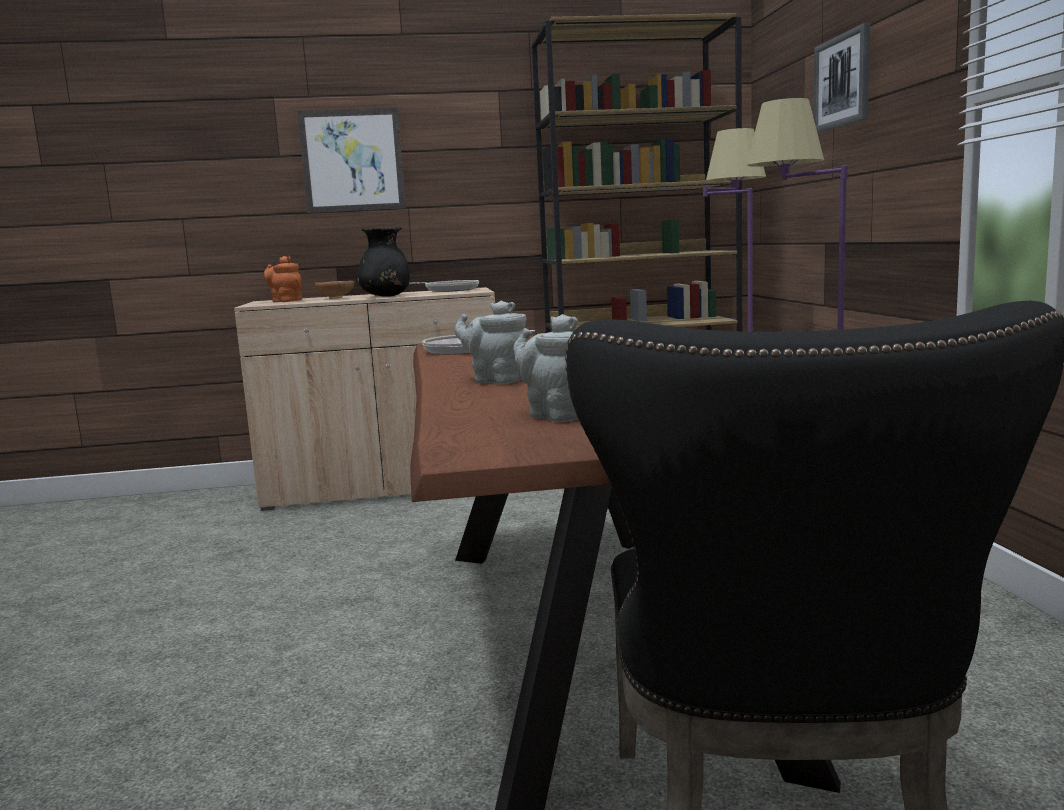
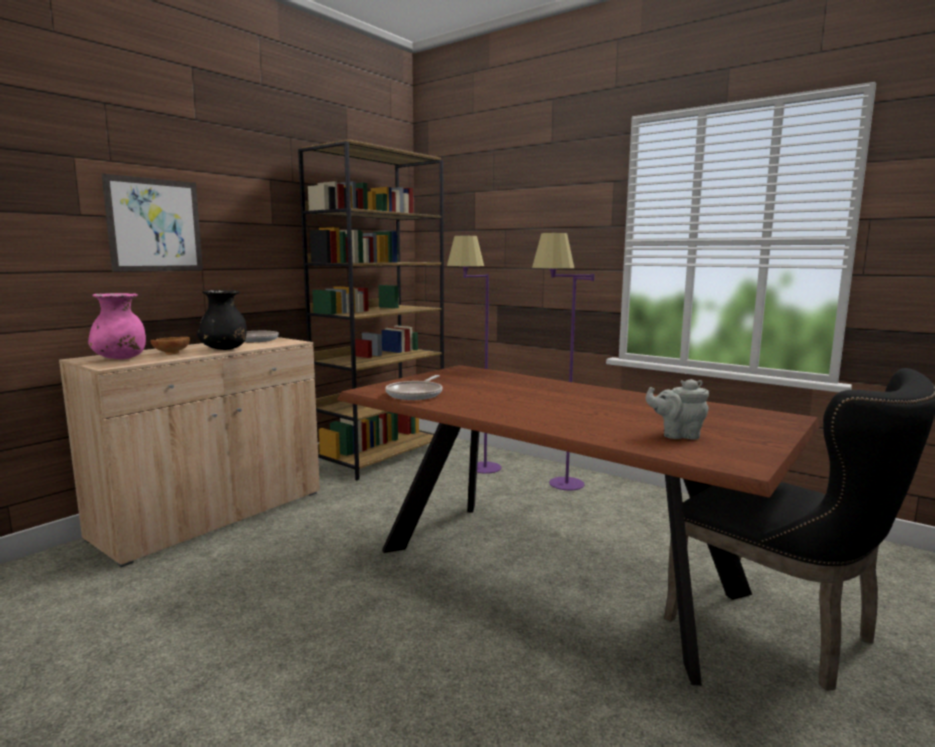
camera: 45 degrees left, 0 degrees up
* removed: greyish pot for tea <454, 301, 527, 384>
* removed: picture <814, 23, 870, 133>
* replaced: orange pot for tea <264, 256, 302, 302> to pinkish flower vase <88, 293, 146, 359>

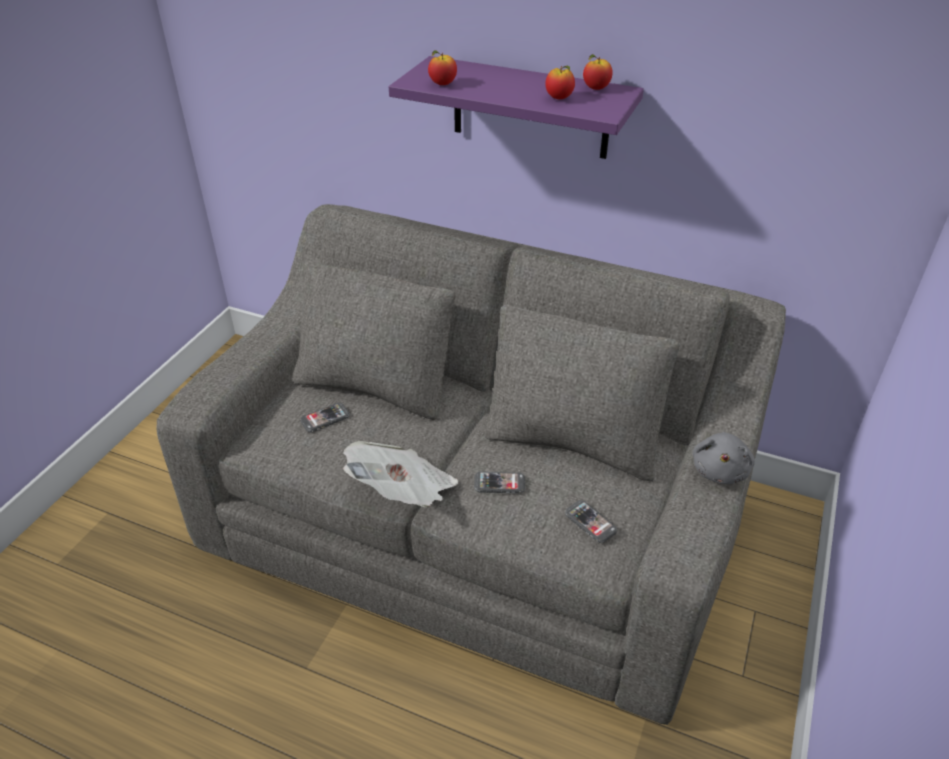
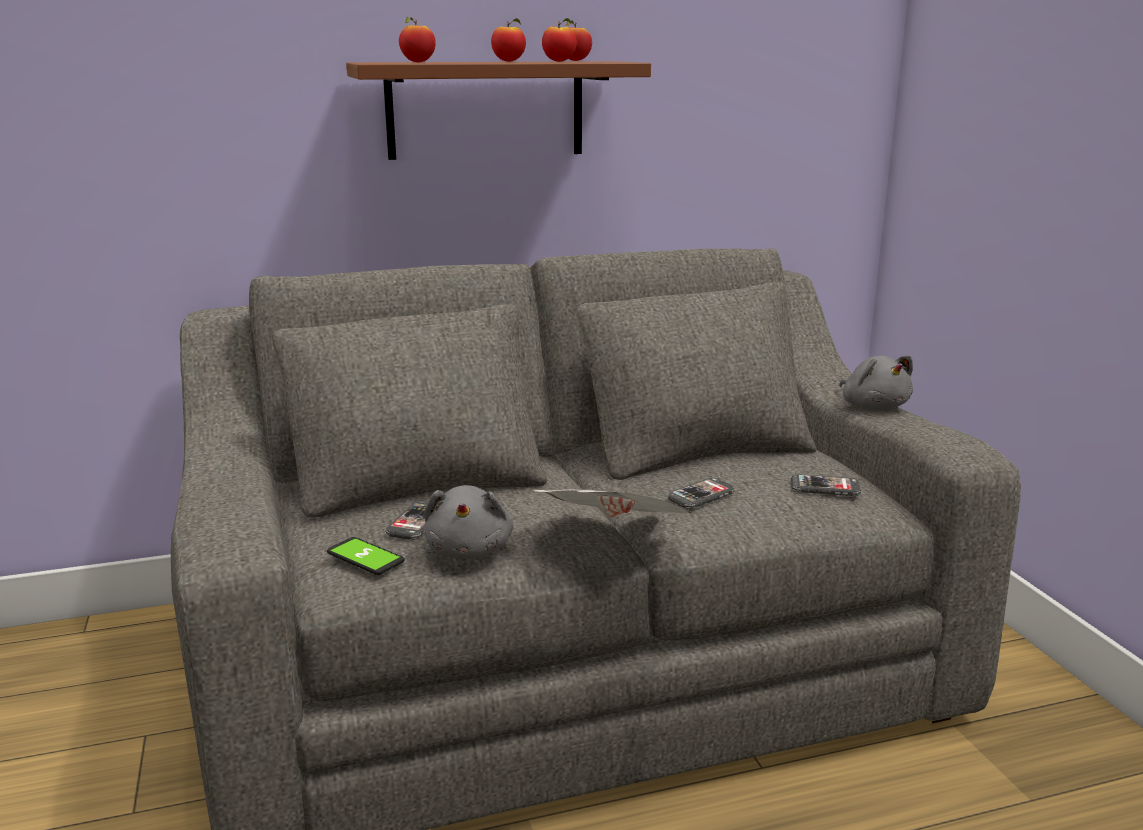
camera: 40 degrees left, 20 degrees down
* added: telephone <327, 537, 405, 575>
* added: greyish soft toy <424, 485, 514, 559>
* added: apple <491, 18, 526, 62>
* recoloured: purple-coloured shelf <389, 56, 644, 159> to brown shelf <346, 61, 651, 160>

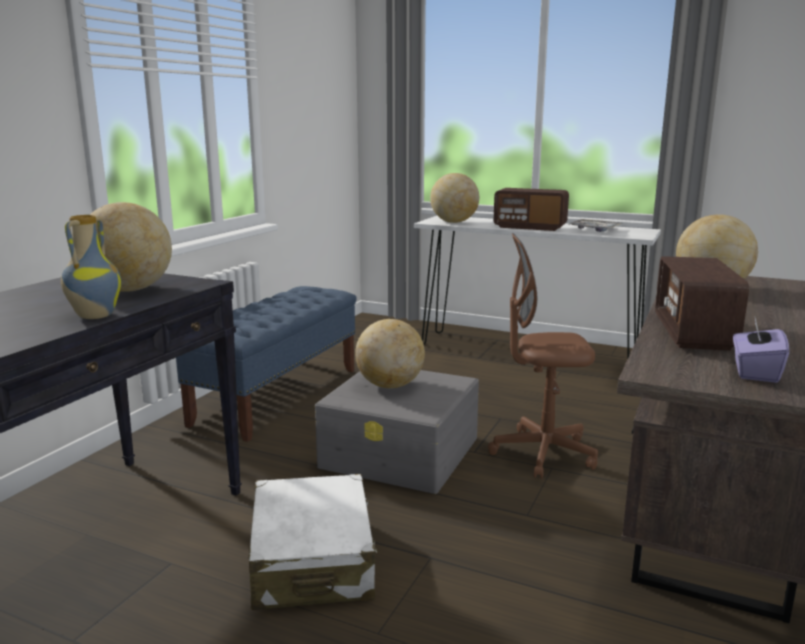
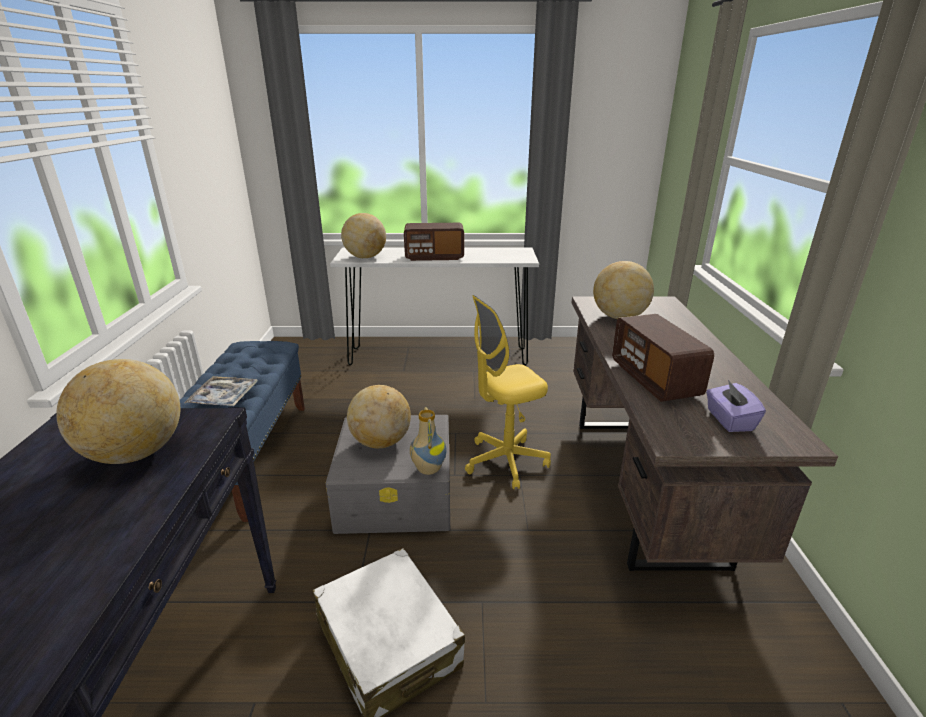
camera: 25 degrees left, 10 degrees up
* moved: flower vase <61, 215, 121, 319> to <410, 407, 447, 475>
* moved: carrying tray <569, 219, 622, 232> to <184, 376, 258, 406>
* recoloured: brown computer chair <488, 233, 598, 479> to yellowish computer chair <465, 295, 551, 489>

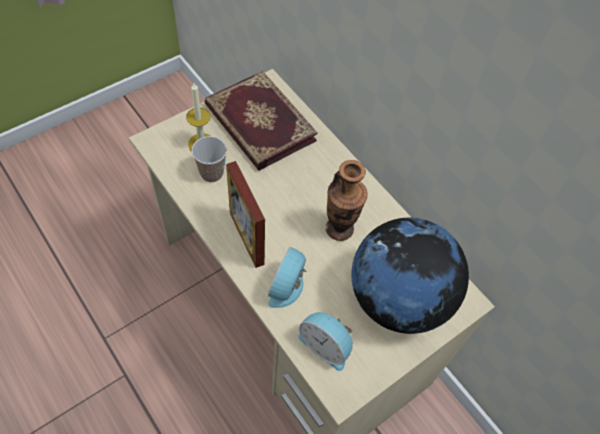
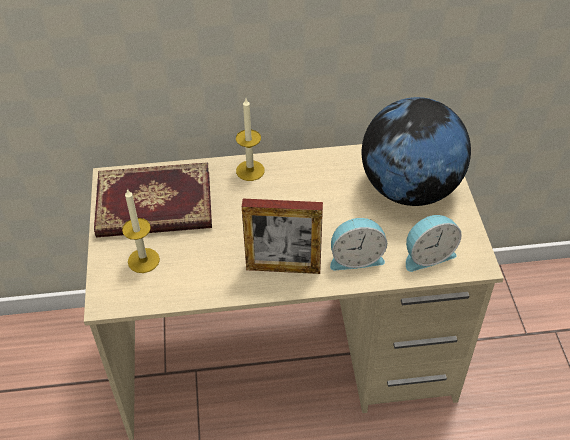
camera: 55 degrees left, 10 degrees down
* removed: small cup <192, 136, 227, 182>
* removed: flower vase <326, 160, 367, 241>
* added: candle <236, 99, 265, 181>
* turned: table clock <268, 247, 307, 308> = <330, 218, 387, 271> 60 degrees counterclockwise

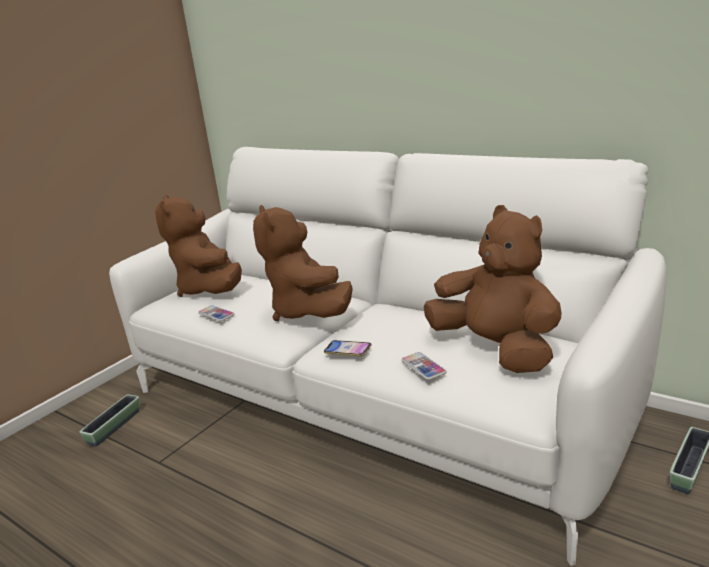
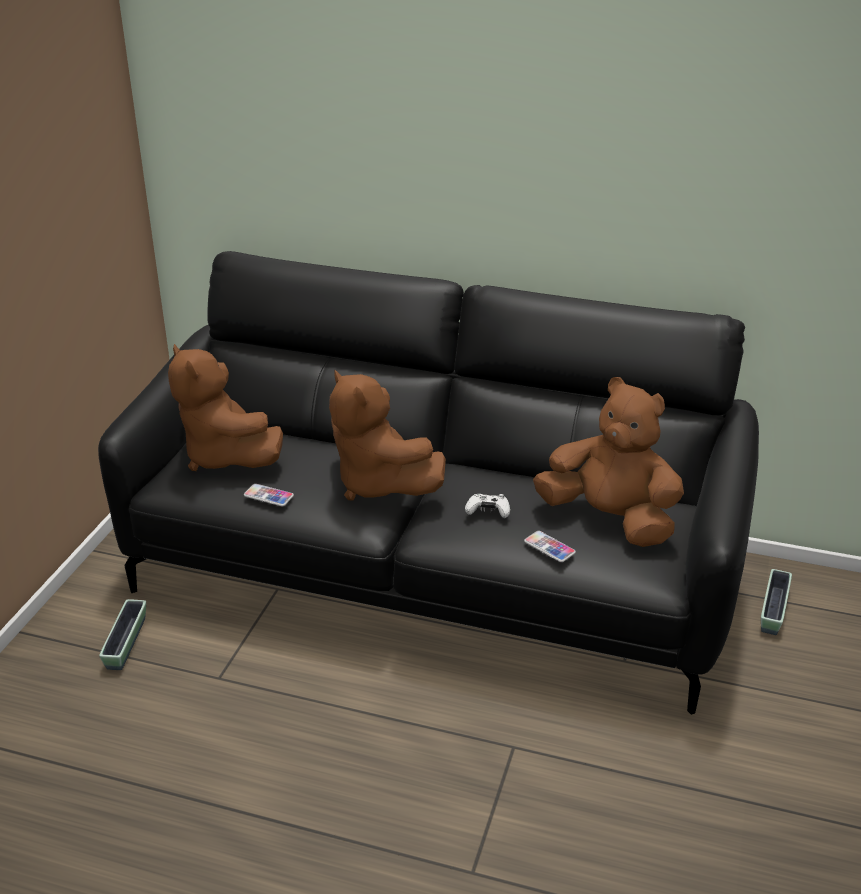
camera: 20 degrees left, 10 degrees up
* removed: telephone <324, 340, 371, 356>
* added: whitish game controller <465, 494, 510, 518>
* recoloured: whitish sofa <109, 147, 667, 566> to black sofa <98, 251, 759, 715>

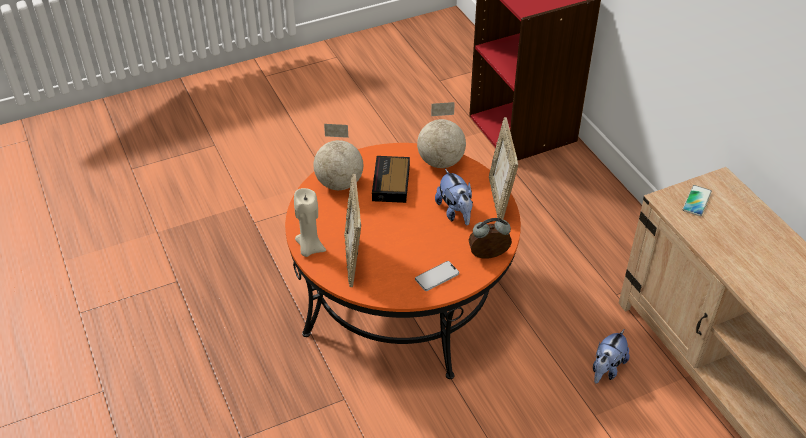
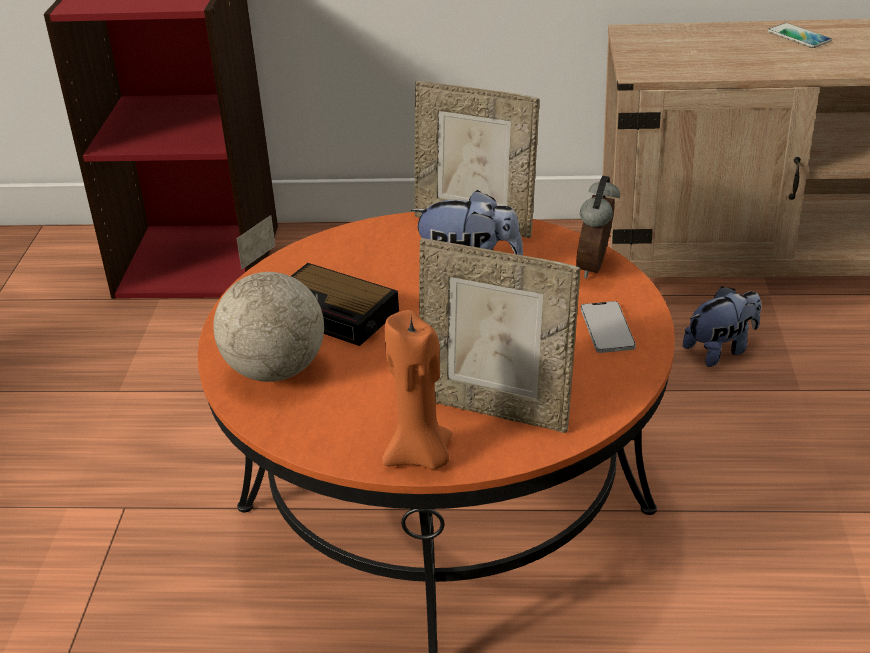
camera: 60 degrees left, 10 degrees down
* removed: world globe <417, 102, 466, 168>
* moved: telephone <683, 185, 712, 216> to <768, 23, 832, 48>
* recoloured: beige-coloured candle <294, 188, 326, 257> to orange candle <382, 310, 452, 470>
* turned: soft toy <593, 329, 630, 384> = <683, 286, 761, 367> 90 degrees counterclockwise

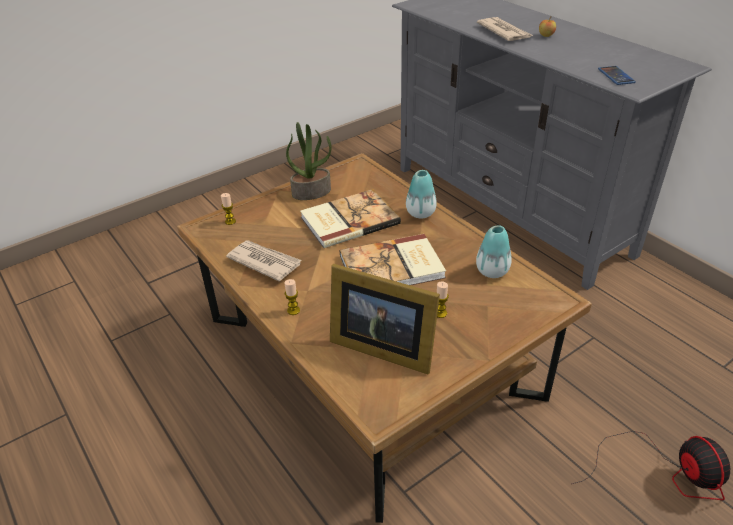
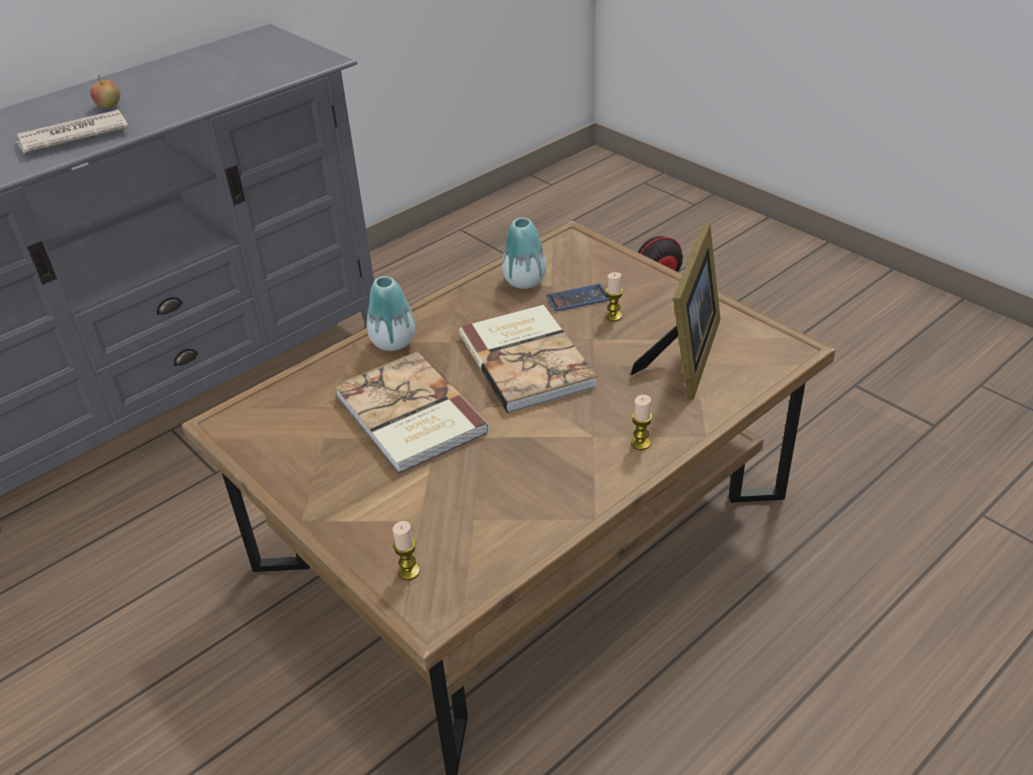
camera: 95 degrees left, 0 degrees up
* removed: printed paper <226, 240, 301, 281>
* removed: houseplant <286, 122, 331, 200>
* moved: telephone <598, 66, 636, 85> to <546, 284, 609, 311>

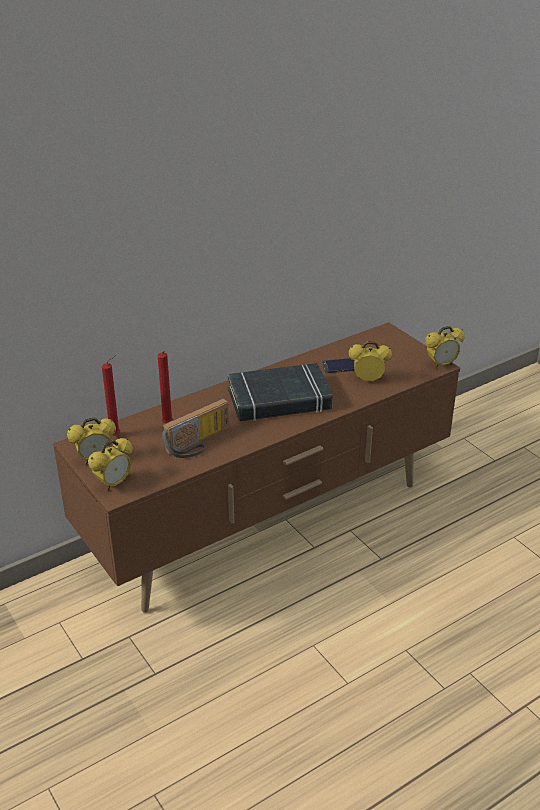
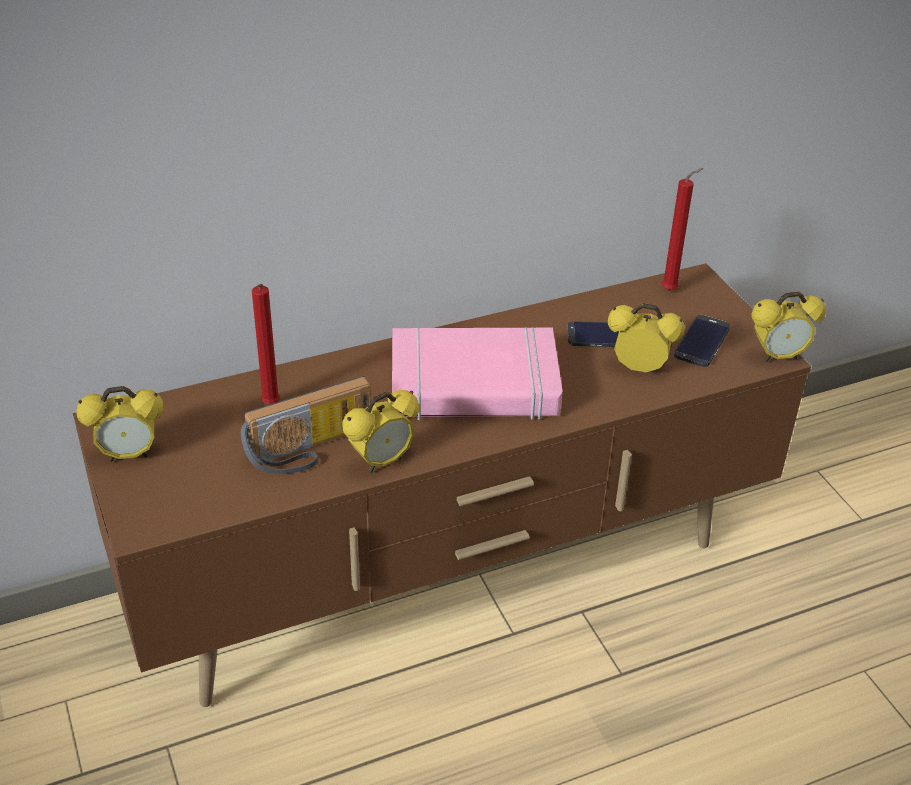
camera: 10 degrees right, 5 degrees up
* added: telephone <674, 315, 730, 367>
* moved: table clock <88, 438, 133, 491> to <342, 390, 419, 473>
* moved: red candle <102, 355, 120, 436> to <662, 168, 703, 291>
* recoloured: black volume <227, 363, 333, 421> to pinkish volume <392, 327, 562, 420>

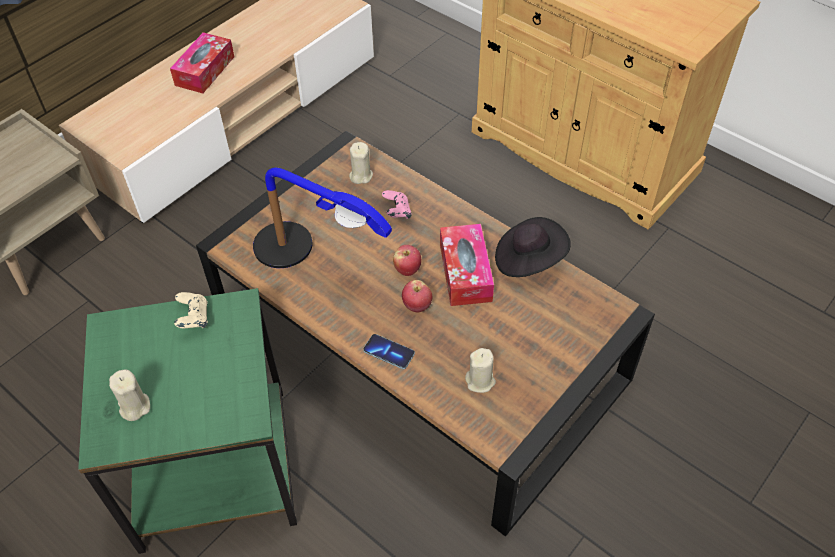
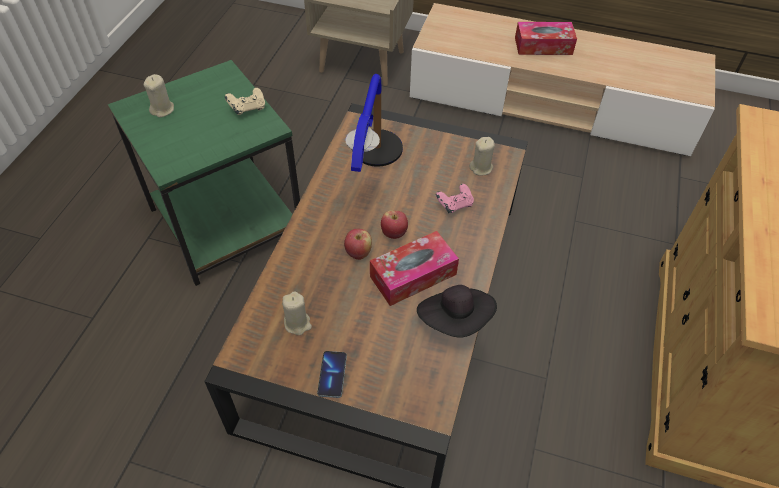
camera: 65 degrees right, 0 degrees up
* moved: telephone <363, 334, 415, 369> to <317, 351, 347, 398>

